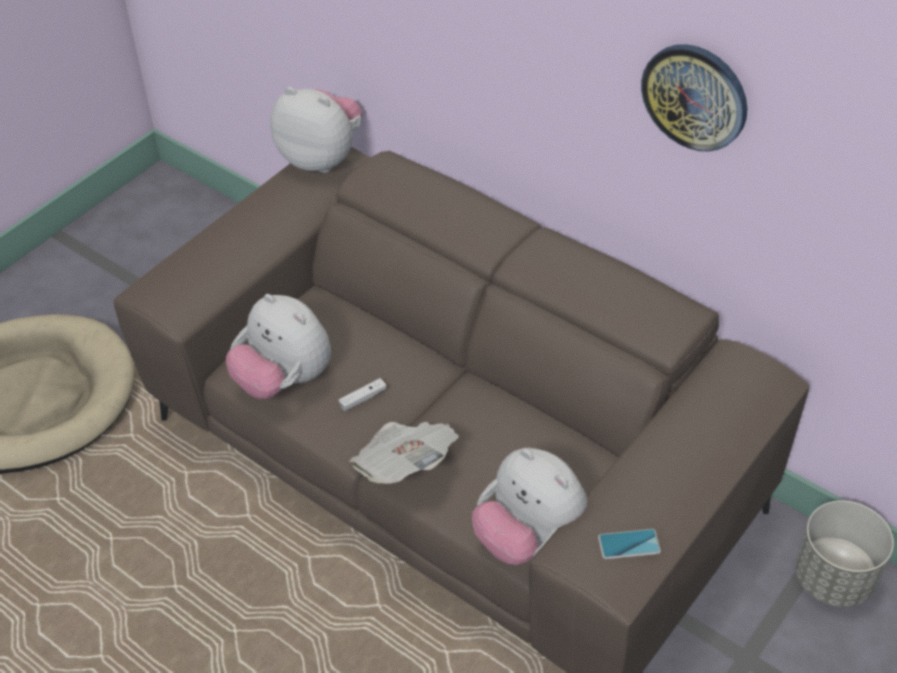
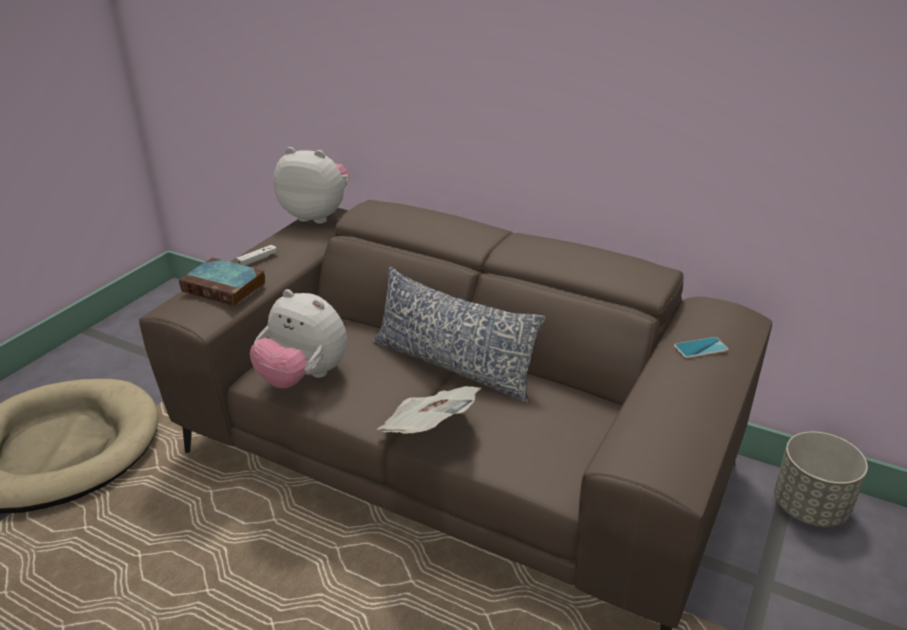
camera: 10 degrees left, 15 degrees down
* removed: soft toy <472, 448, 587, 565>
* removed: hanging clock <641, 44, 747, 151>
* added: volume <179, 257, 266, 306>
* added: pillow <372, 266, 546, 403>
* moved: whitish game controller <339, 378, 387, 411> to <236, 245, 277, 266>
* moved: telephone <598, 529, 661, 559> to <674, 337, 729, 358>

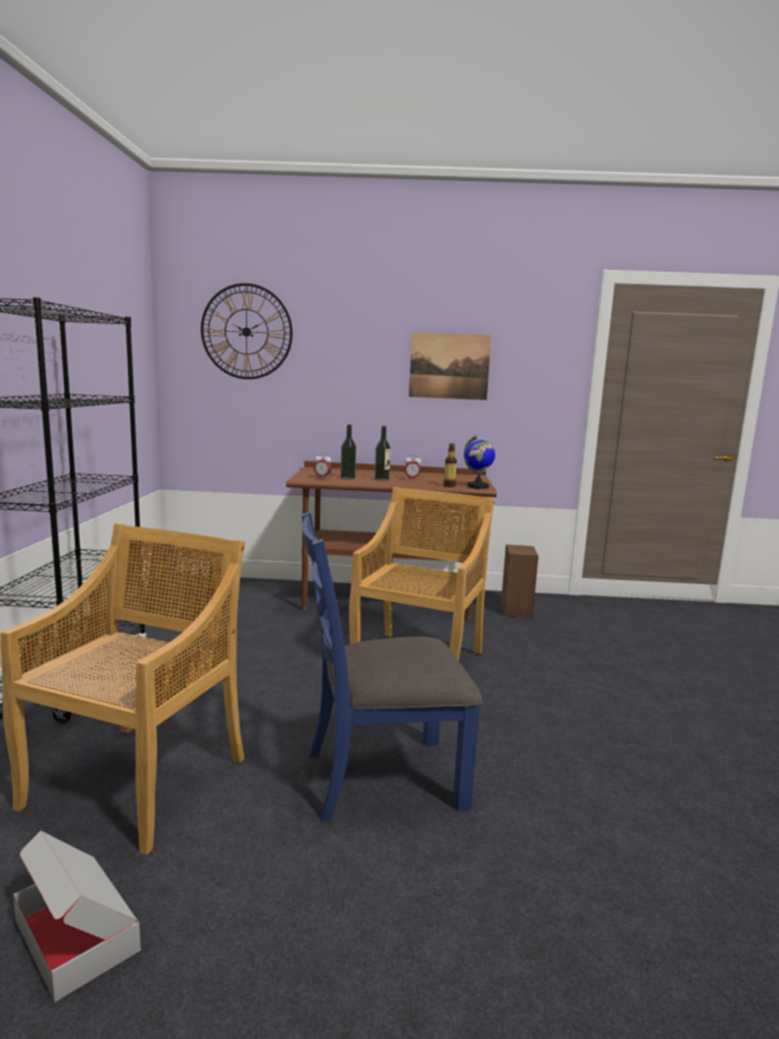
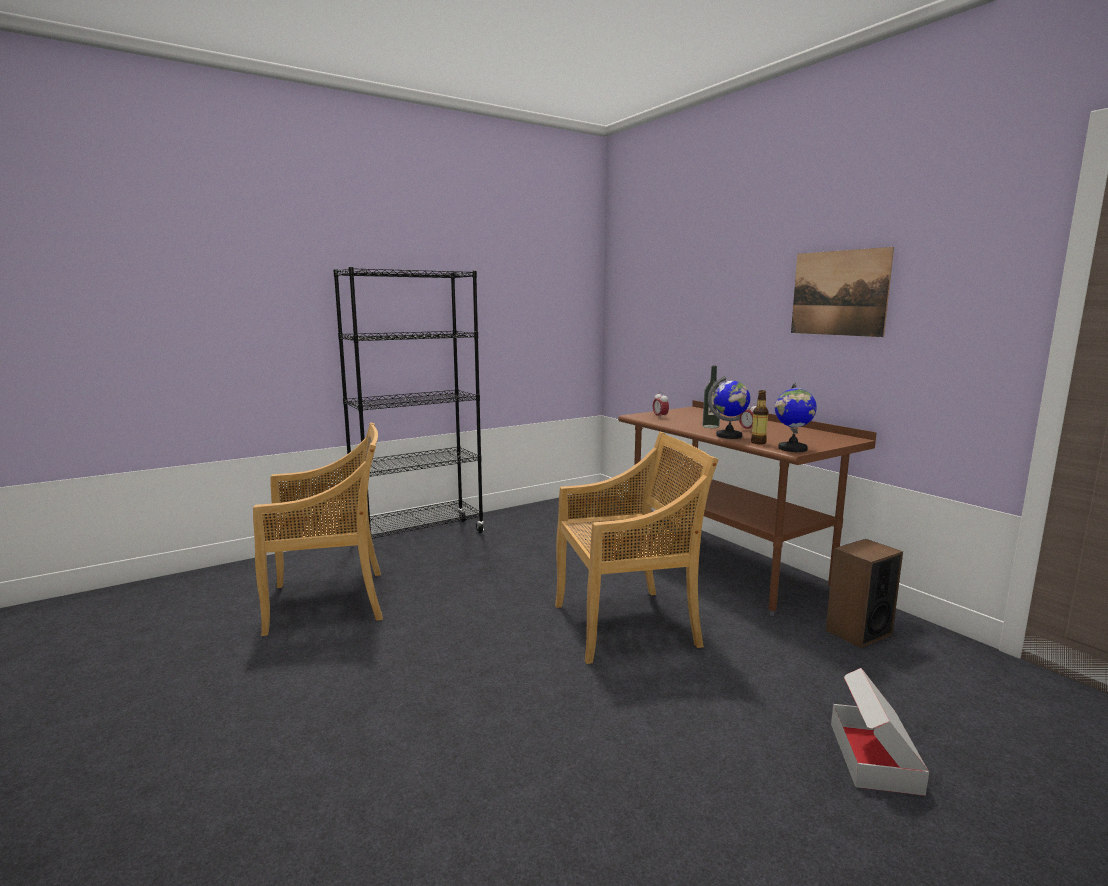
camera: 55 degrees right, 0 degrees up
* removed: hanging clock <201, 283, 293, 379>
* removed: bluish upright chair <301, 512, 483, 822>
* removed: bottle <341, 425, 356, 480>
* added: world globe <708, 376, 750, 439>
* moved: carton <13, 831, 141, 1002> to <831, 668, 929, 796>

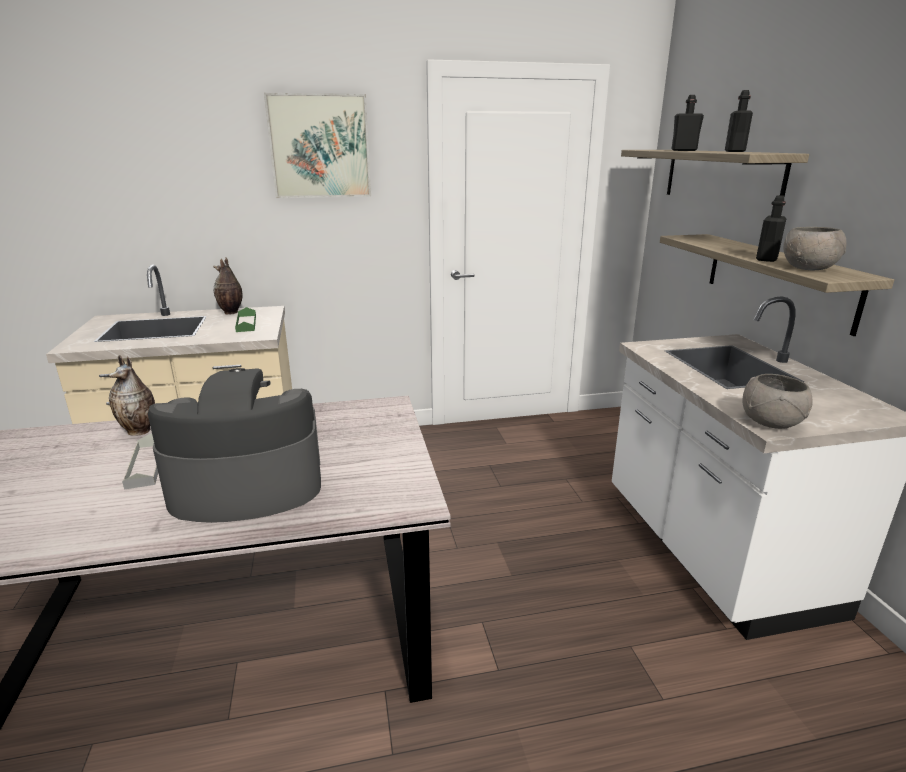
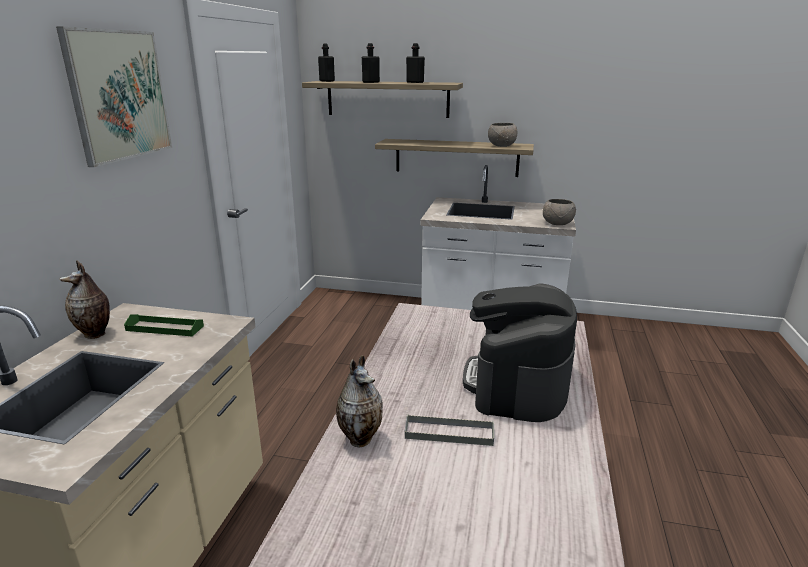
camera: 65 degrees left, 0 degrees up
* moved: black bottle <756, 195, 786, 262> to <318, 44, 335, 82>

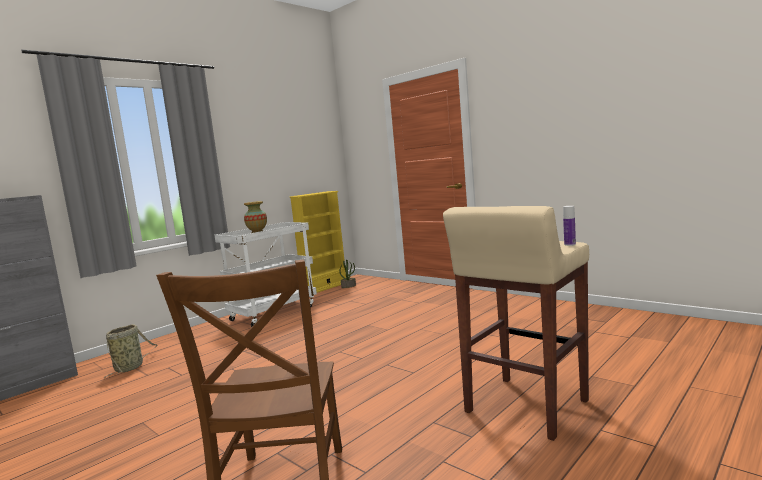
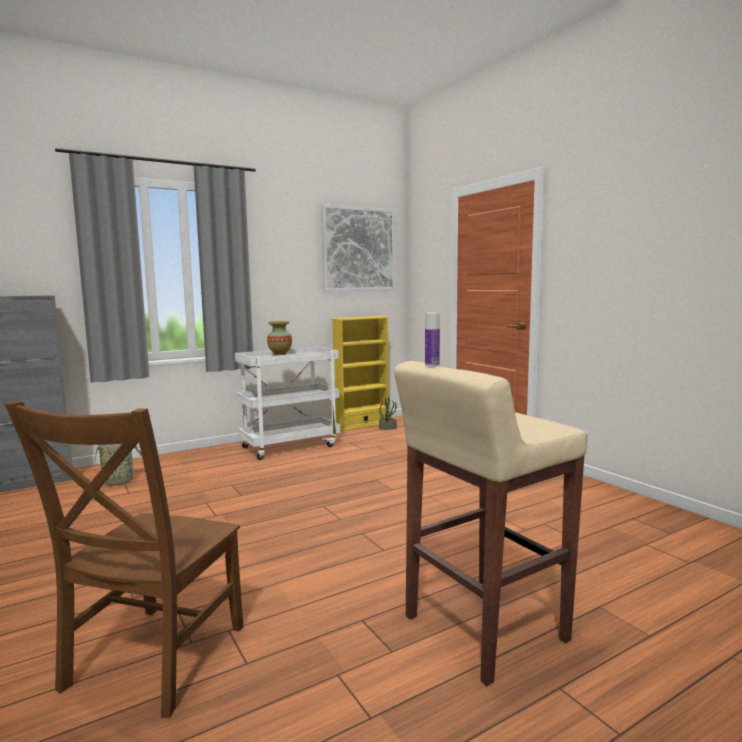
camera: 15 degrees right, 0 degrees up
* added: picture <321, 204, 395, 292>
* moved: bottle <563, 206, 576, 246> to <425, 313, 440, 366>

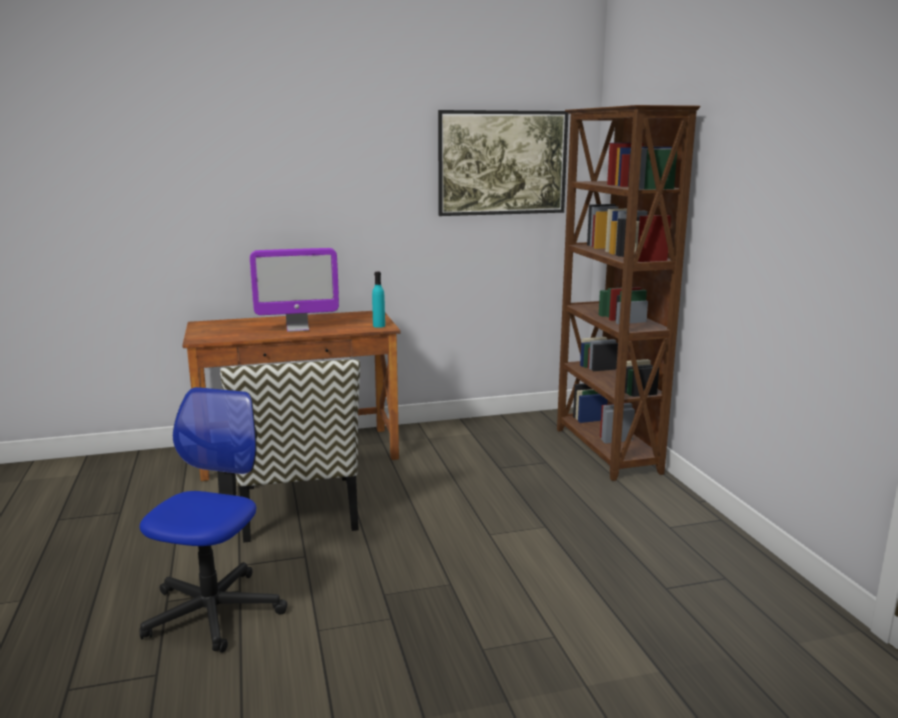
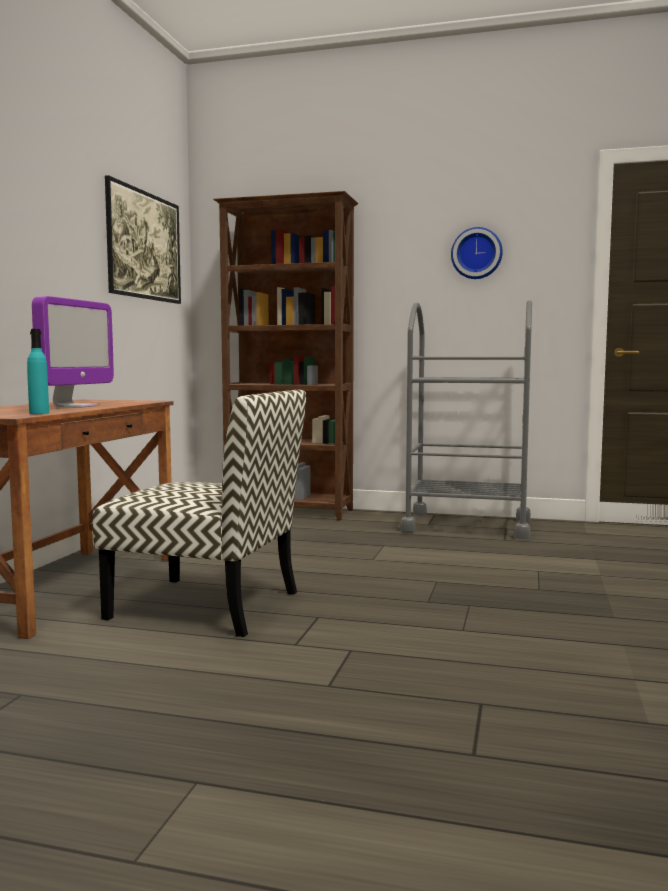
camera: 60 degrees left, 10 degrees down
* removed: computer chair <140, 387, 288, 653>
* added: greyish wheeled cart <401, 300, 532, 539>
* added: hanging clock <451, 227, 503, 279>
* moved: turquoise-coloured bottle <372, 272, 385, 328> to <27, 329, 49, 414>

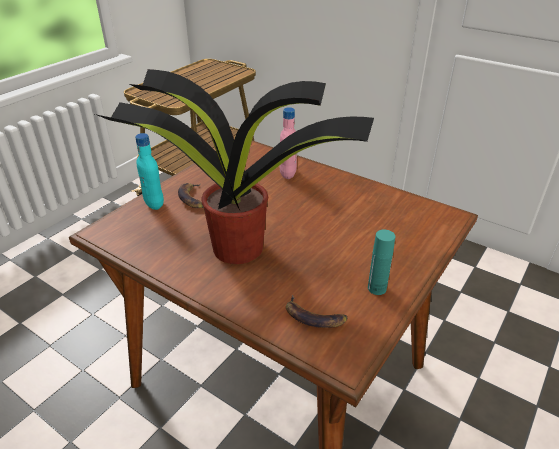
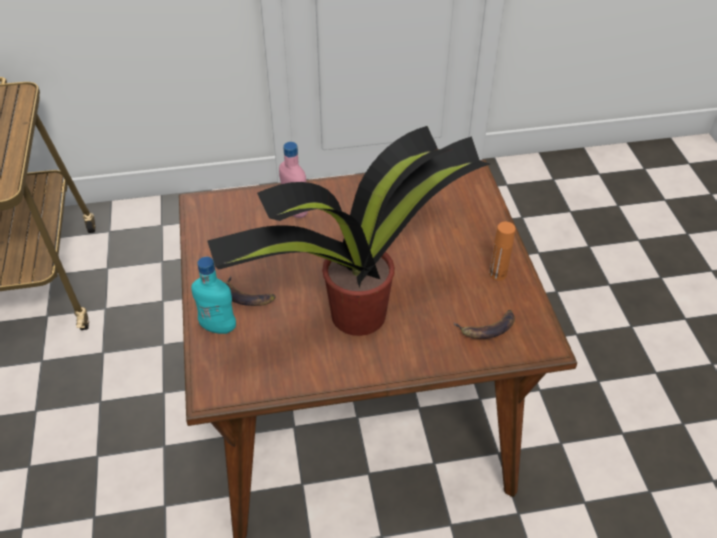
camera: 45 degrees left, 10 degrees up
* recoloured: turquoise-coloured bottle <368, 230, 395, 295> to orange bottle <489, 222, 516, 281>

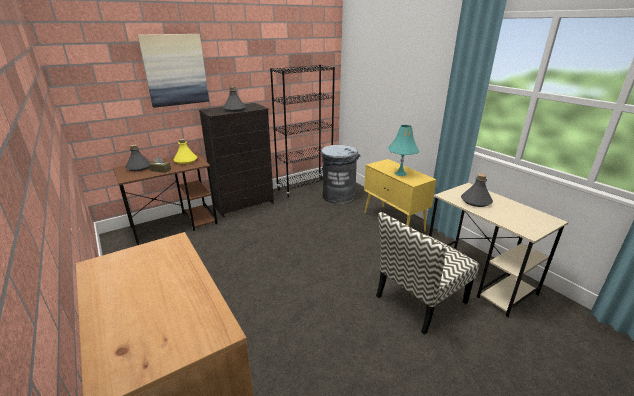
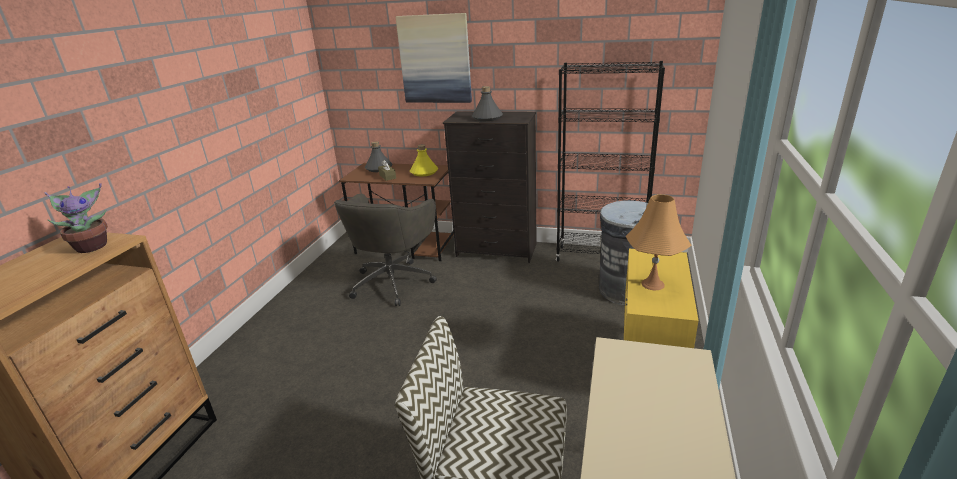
camera: 50 degrees right, 0 degrees up
* removed: greyish bottle <461, 174, 493, 207>
* added: houseplant <44, 183, 108, 253>
* added: greyish computer chair <334, 194, 437, 306>
* recoloured: turquoise-coloured lamp for a table <388, 125, 419, 176> to orange lamp for a table <626, 194, 691, 290>

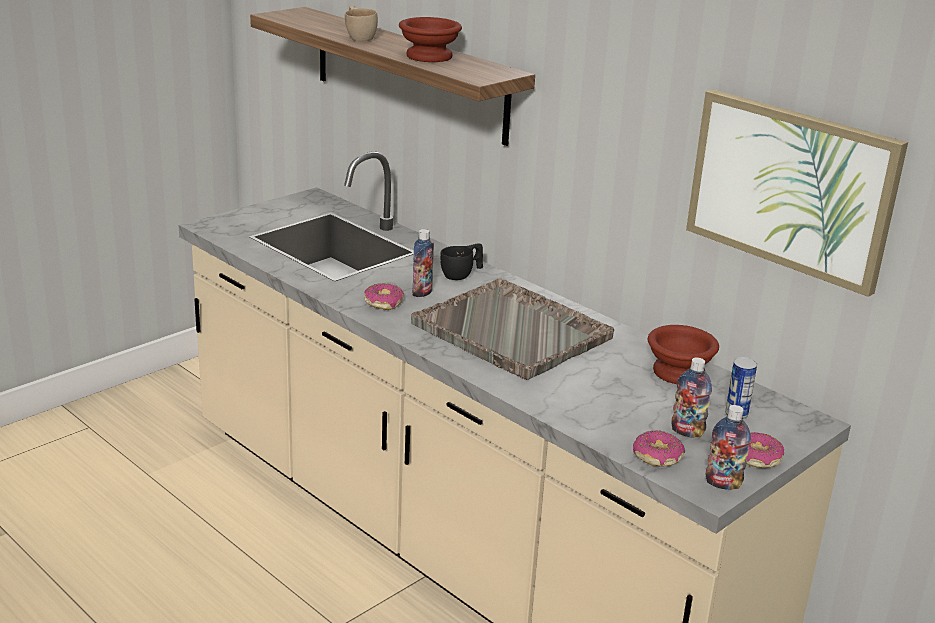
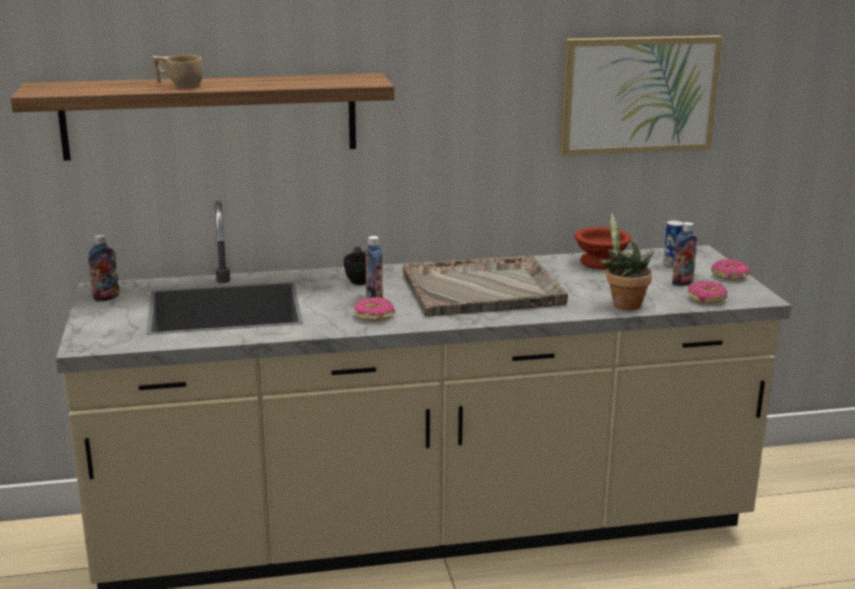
camera: 55 degrees left, 5 degrees down
* removed: brown bowl <399, 17, 462, 62>
* added: houseplant <599, 213, 654, 310>
* moved: bottle <705, 405, 751, 490> to <88, 235, 119, 301>

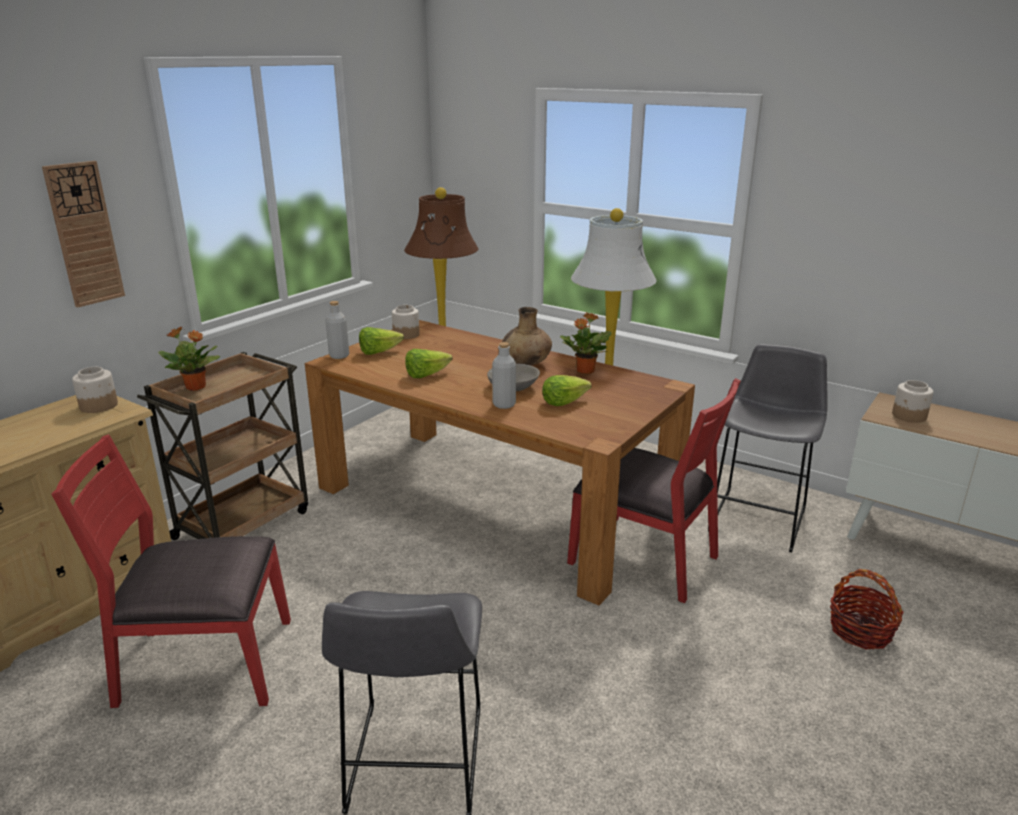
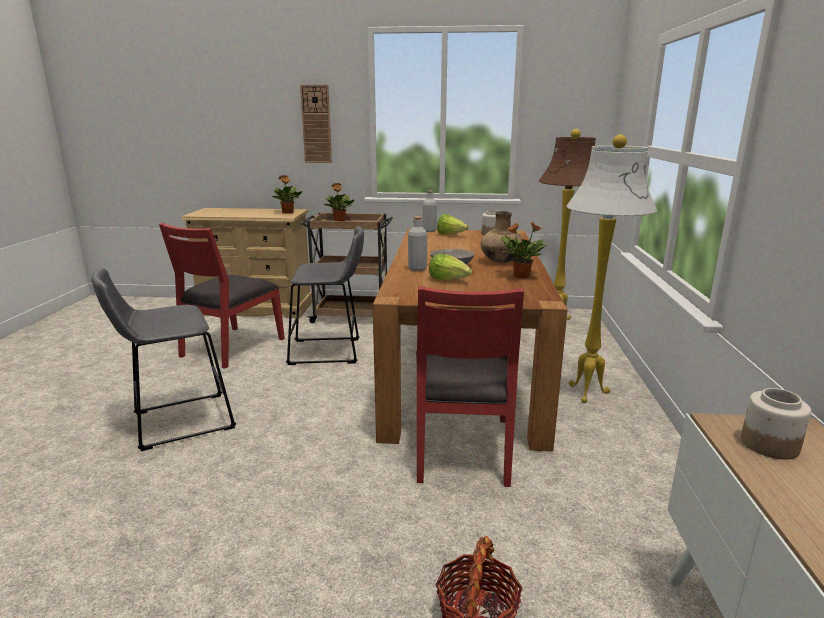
camera: 60 degrees right, 5 degrees down
* removed: lettuce <405, 349, 453, 378>
* moved: greyish sitting stool <708, 344, 827, 552> to <286, 226, 364, 365>
* replaced: jar <72, 367, 118, 413> to houseplant <272, 175, 302, 214>
* turned: red upright chair <51, 434, 291, 708> = <159, 223, 285, 369> 120 degrees counterclockwise

